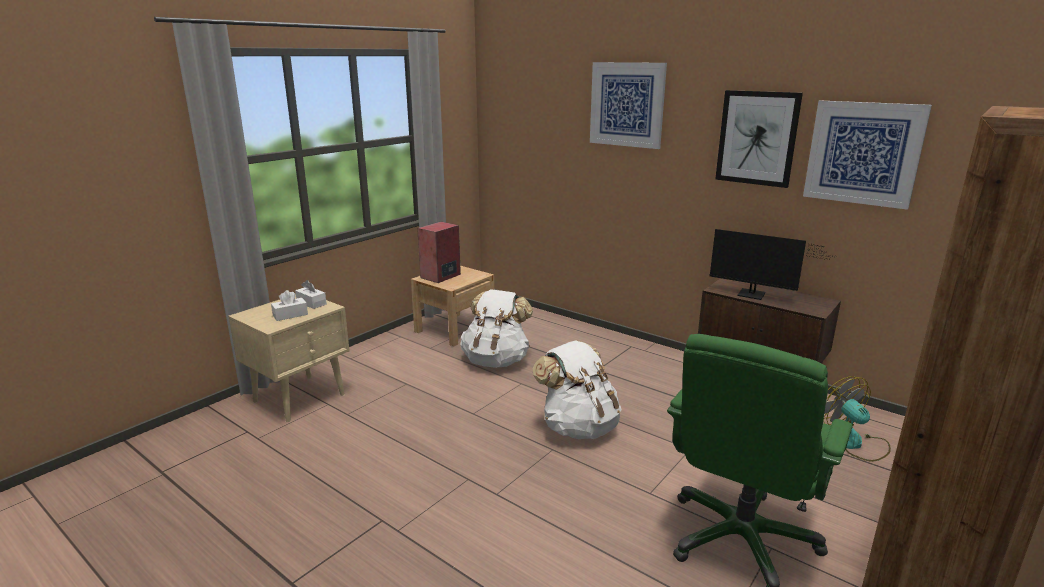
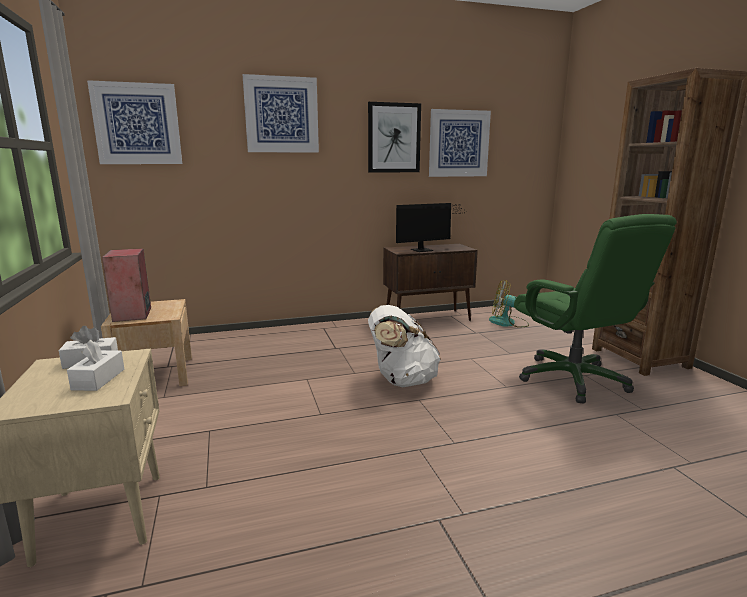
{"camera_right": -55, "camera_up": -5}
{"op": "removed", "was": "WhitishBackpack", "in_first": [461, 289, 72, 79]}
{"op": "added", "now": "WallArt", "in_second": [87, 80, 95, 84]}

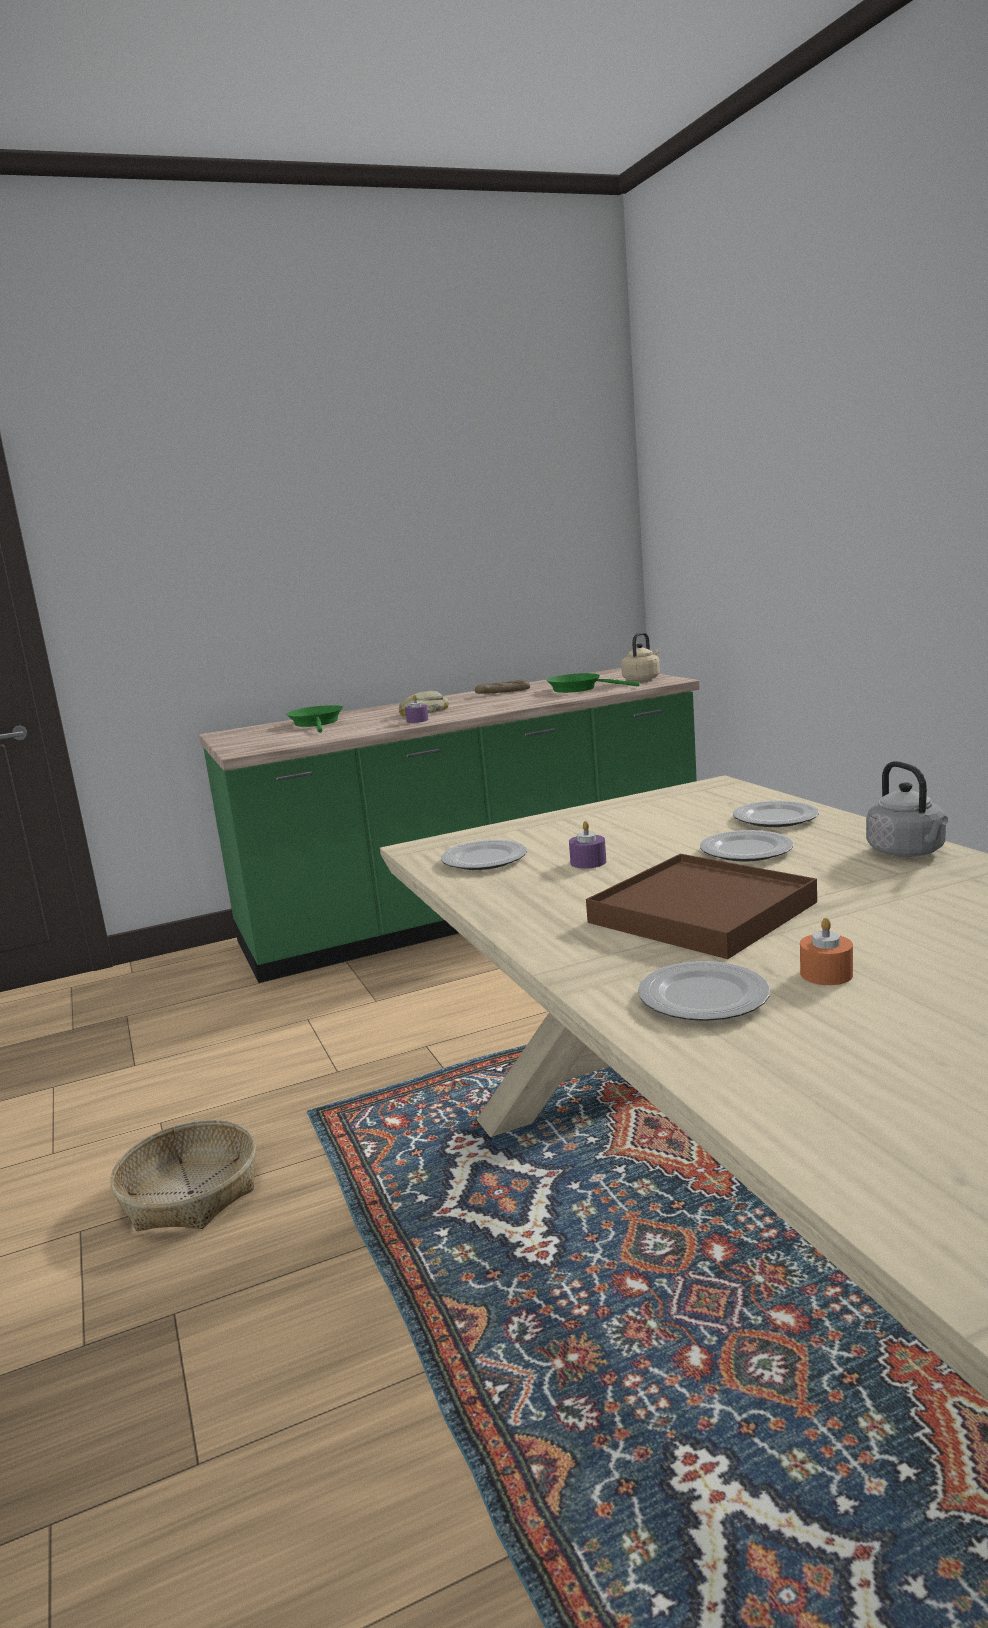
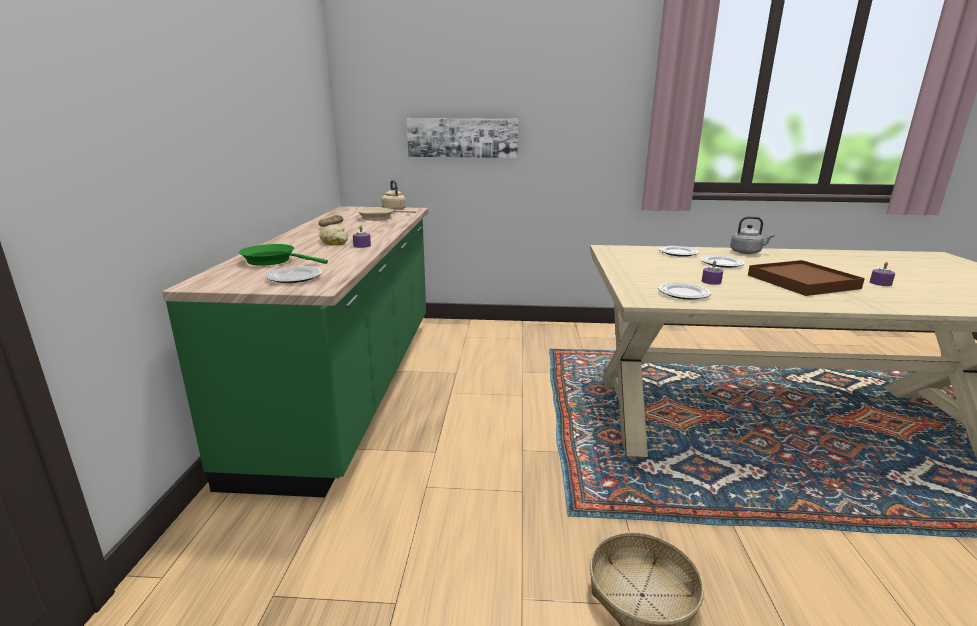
{"camera_right": -65, "camera_up": 5}
{"op": "added", "now": "WallArt", "in_second": [407, 118, 111, 40]}
{"op": "moved", "was": "DinnerPlate", "in_first": [638, 961, 132, 60], "in_second": [265, 266, 57, 17]}
{"op": "recoloured", "was": "GreenishSkillet", "now": "BeigeColouredSkillet", "in_first": [546, 673, 94, 20], "in_second": [357, 208, 59, 13]}
{"op": "recoloured", "was": "OrangeyCandle", "now": "PurplishCandle", "in_first": [800, 918, 53, 67], "in_second": [870, 262, 25, 24]}

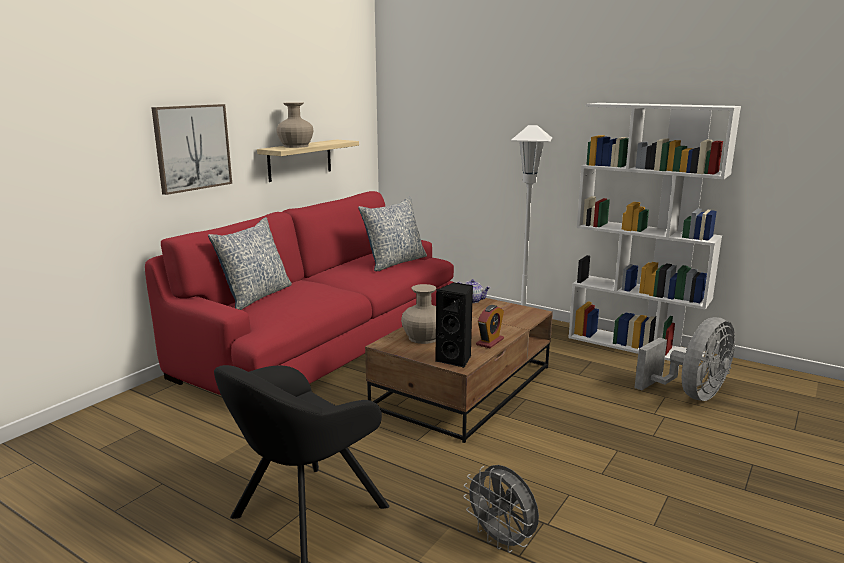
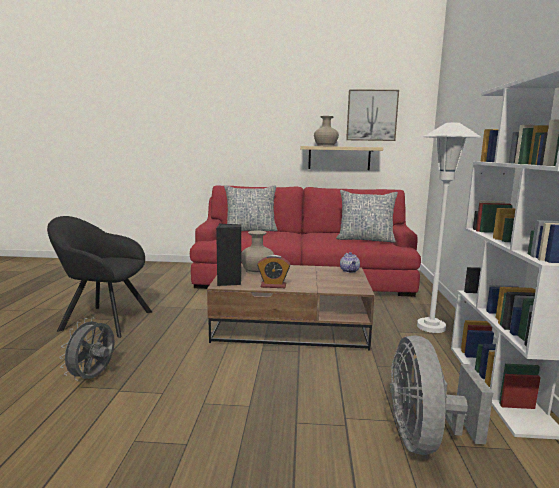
{"camera_right": 60, "camera_up": -5}
{"op": "moved", "was": "WallArt", "in_first": [151, 104, 81, 91], "in_second": [346, 89, 53, 52]}
{"op": "turned", "was": "GreyElectricFan", "in_first": [635, 317, 100, 84], "in_second": [390, 336, 103, 119], "clockwise": 75}

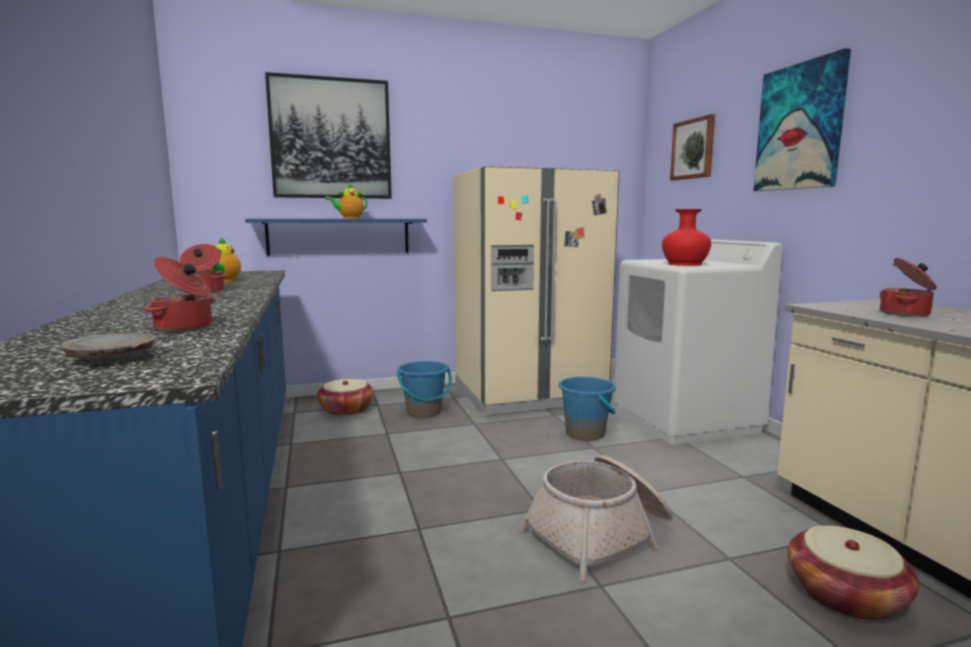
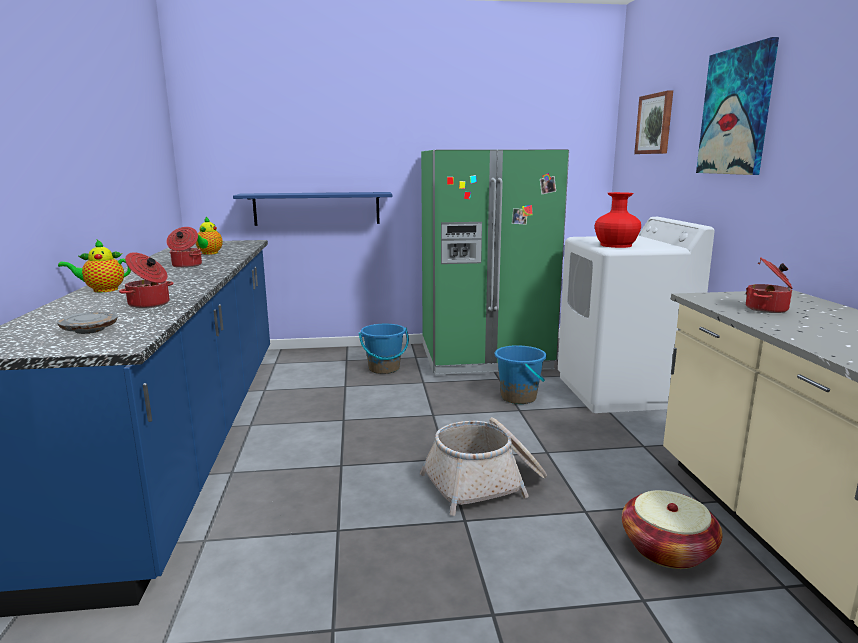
{"camera_right": 10, "camera_up": 5}
{"op": "removed", "was": "WallArt", "in_first": [265, 72, 127, 127]}
{"op": "removed", "was": "HouseholdBasket", "in_first": [317, 379, 57, 37]}
{"op": "moved", "was": "Teapot", "in_first": [325, 183, 43, 35], "in_second": [58, 240, 73, 52]}
{"op": "recoloured", "was": "BeigeColouredFridge", "now": "GreenishFridge", "in_first": [453, 166, 167, 249], "in_second": [421, 149, 148, 226]}

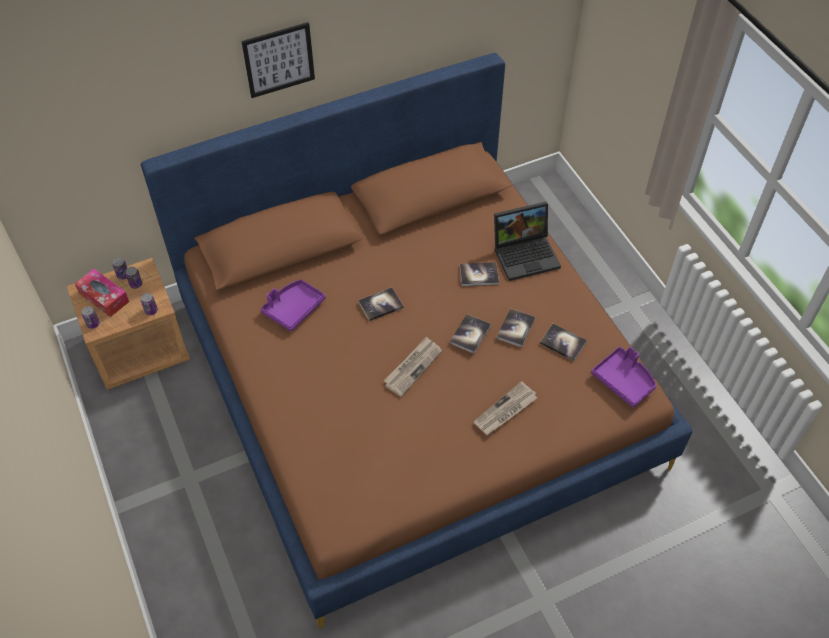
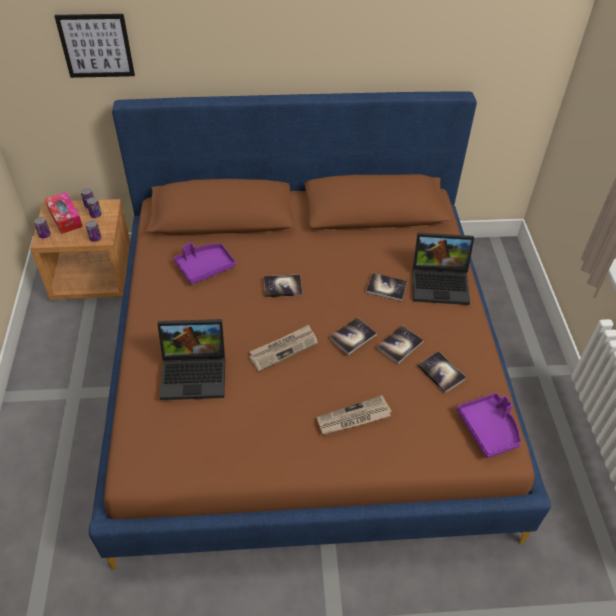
{"camera_right": 20, "camera_up": -5}
{"op": "added", "now": "Laptop", "in_second": [157, 319, 68, 81]}
{"op": "moved", "was": "WallArt", "in_first": [241, 22, 74, 76], "in_second": [55, 14, 80, 64]}

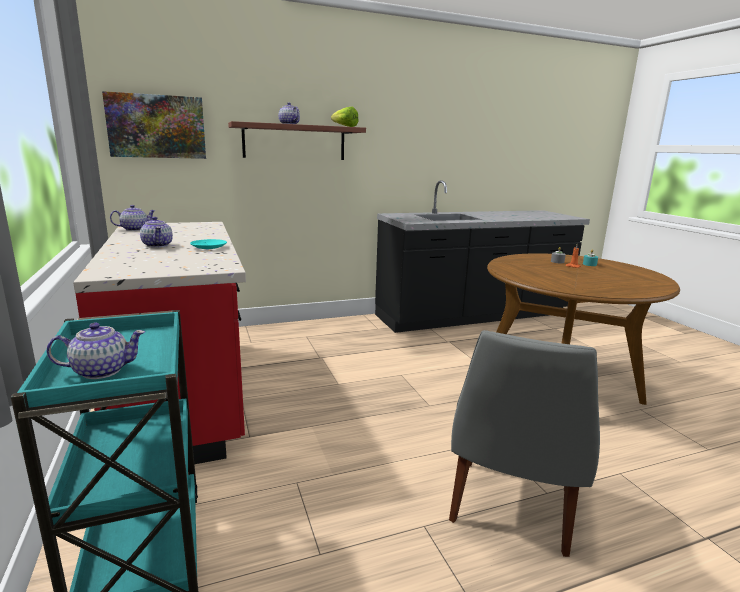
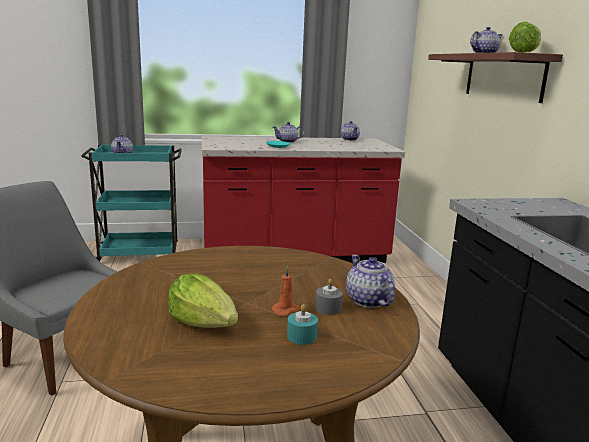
{"camera_right": 100, "camera_up": 0}
{"op": "removed", "was": "WallArt", "in_first": [102, 91, 104, 68]}
{"op": "added", "now": "HeadOfLettuce", "in_second": [168, 273, 70, 55]}
{"op": "added", "now": "Teapot", "in_second": [346, 255, 49, 53]}

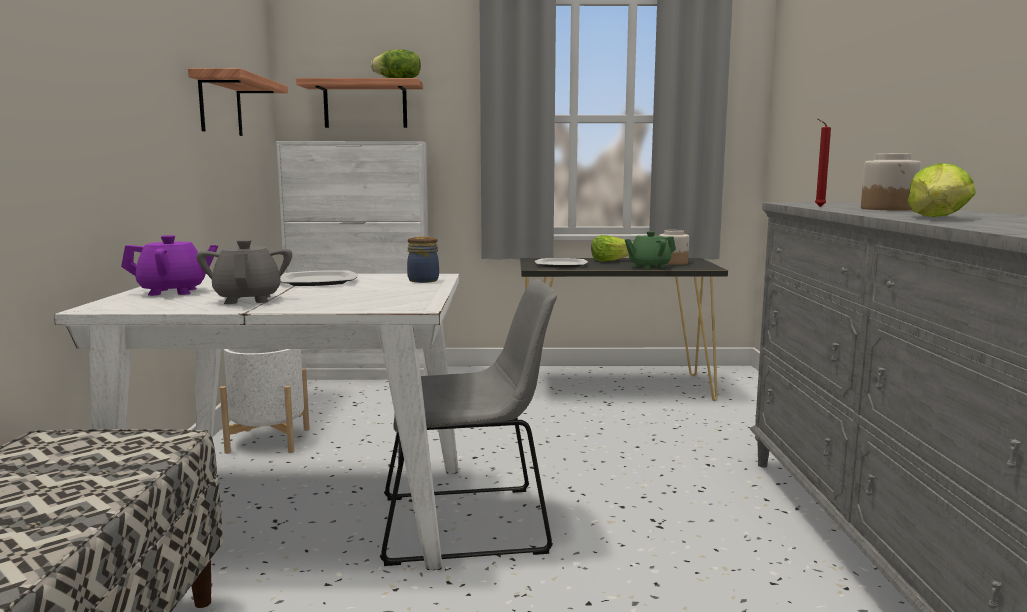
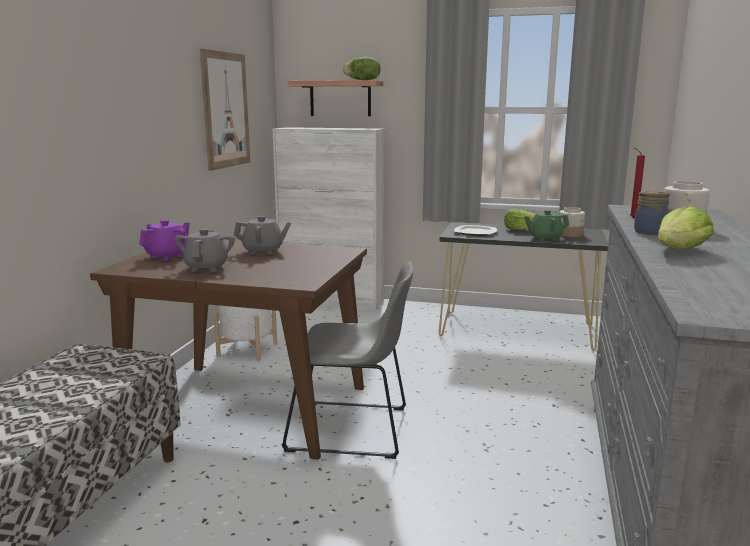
{"camera_right": 15, "camera_up": 5}
{"op": "moved", "was": "StorageJar", "in_first": [407, 236, 32, 47], "in_second": [634, 190, 36, 45]}
{"op": "replaced", "was": "WallShelf", "now": "WallArt", "in_first": [188, 68, 100, 68], "in_second": [200, 49, 50, 122]}
{"op": "replaced", "was": "DinnerPlate", "now": "GreyTeapot", "in_first": [280, 271, 78, 15], "in_second": [234, 216, 57, 39]}
{"op": "recoloured", "was": "WhitishKitchenTable", "now": "BrownishKitchenTable", "in_first": [54, 274, 405, 296], "in_second": [90, 239, 277, 220]}
{"op": "turned", "was": "PurplishTeapot", "in_first": [121, 235, 97, 61], "in_second": [139, 220, 51, 41], "clockwise": -60}

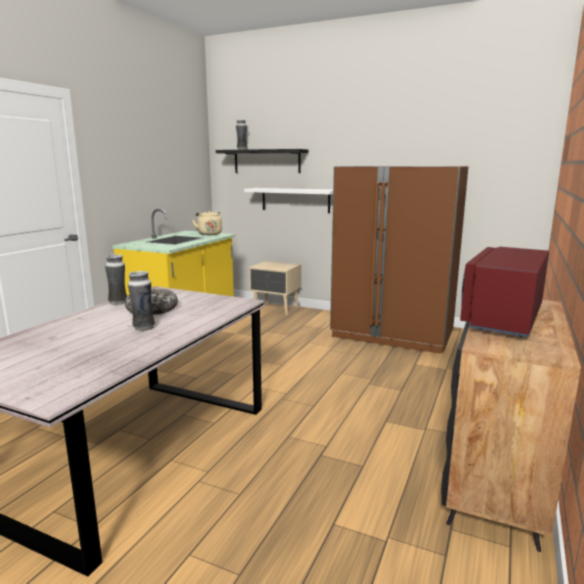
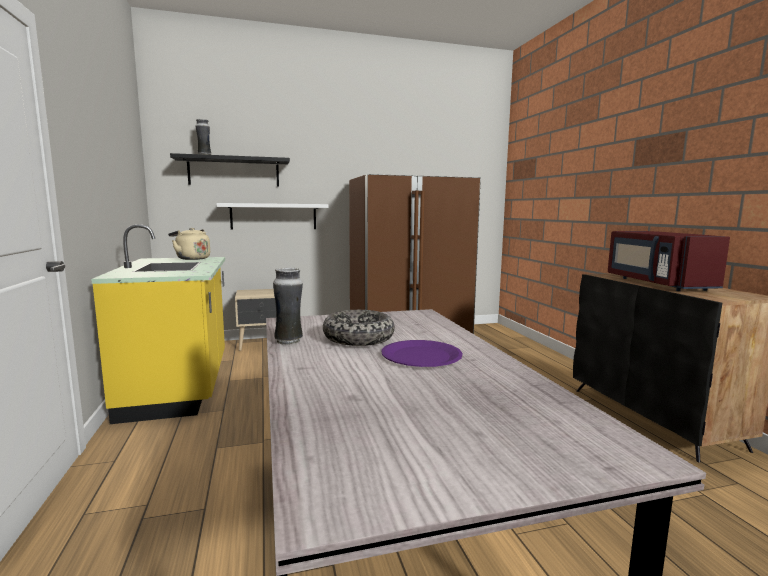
{"camera_right": -40, "camera_up": -5}
{"op": "replaced", "was": "Vase", "now": "PurplishDinnerPlate", "in_first": [128, 271, 27, 60], "in_second": [381, 340, 82, 27]}

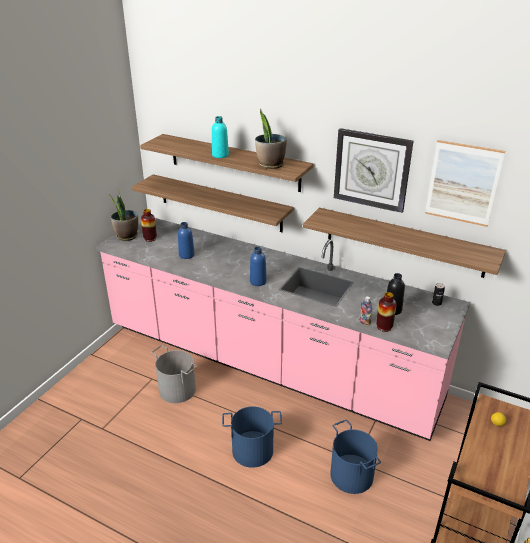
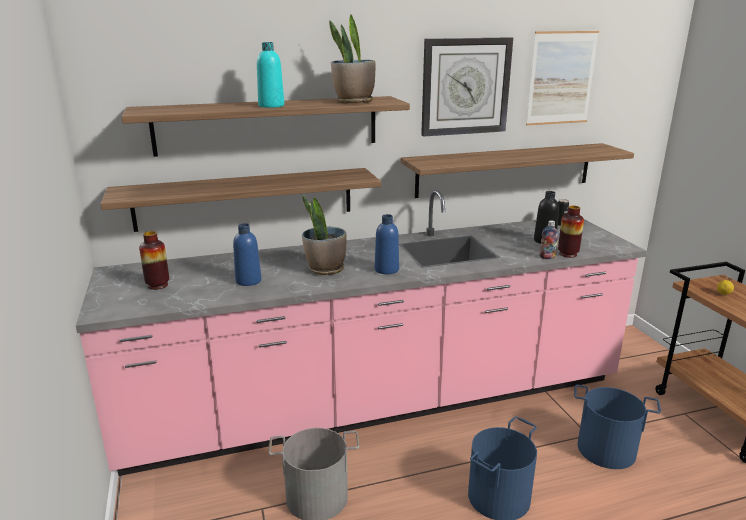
{"camera_right": -45, "camera_up": -10}
{"op": "moved", "was": "Houseplant", "in_first": [108, 190, 30, 51], "in_second": [302, 195, 44, 80]}

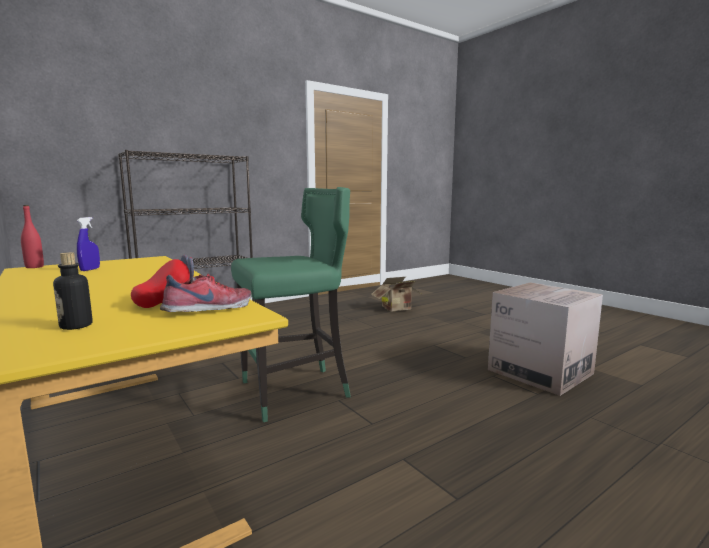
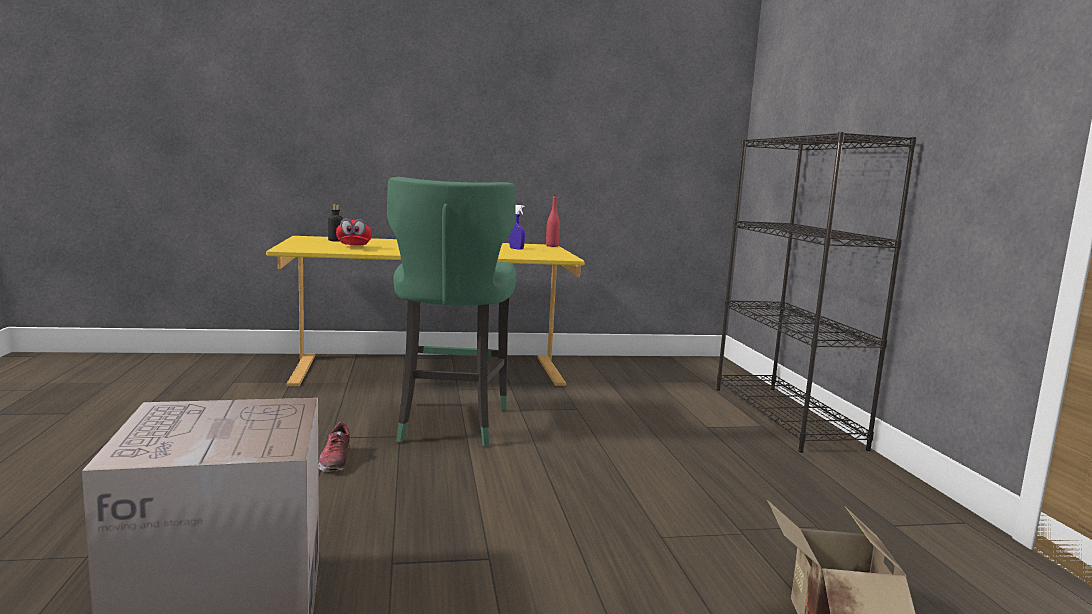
{"camera_right": 115, "camera_up": 0}
{"op": "moved", "was": "ItemOfFootwear", "in_first": [160, 274, 92, 38], "in_second": [318, 422, 32, 50]}

